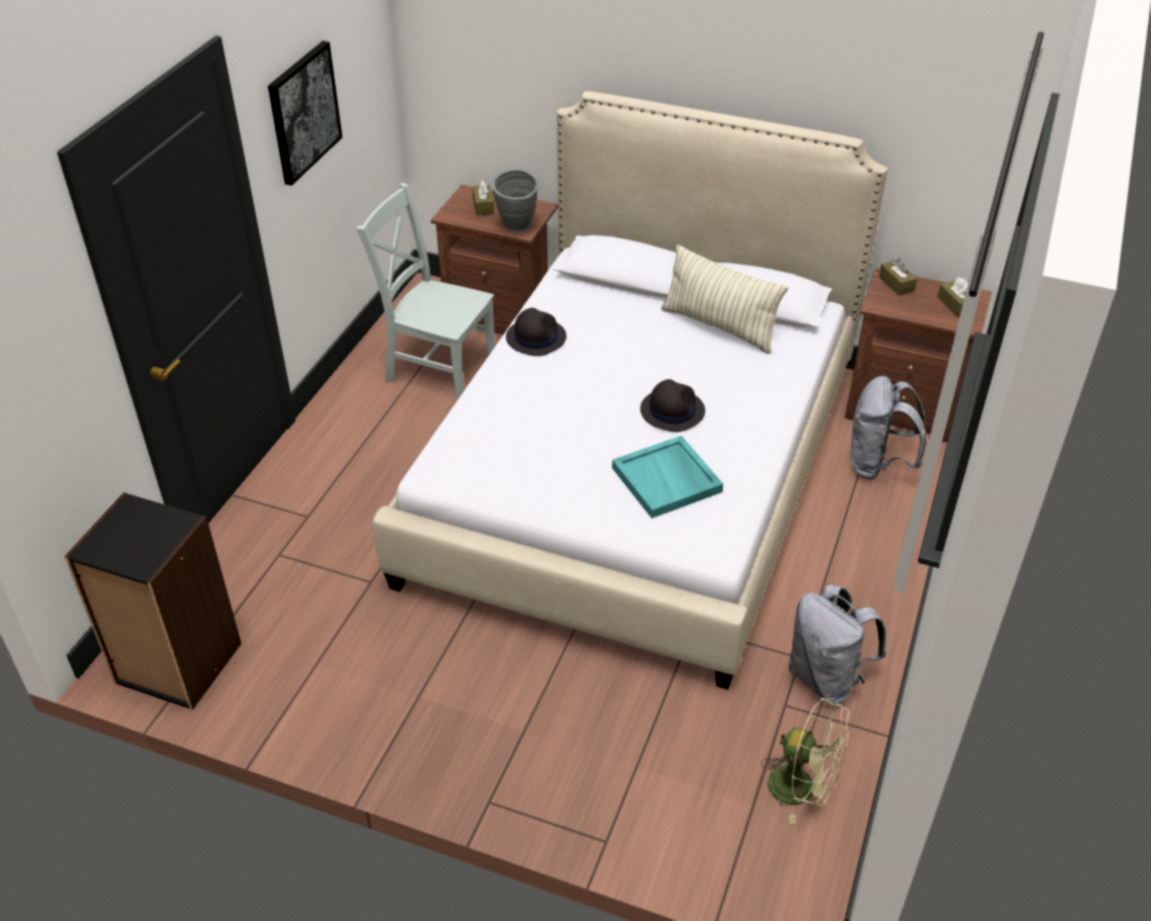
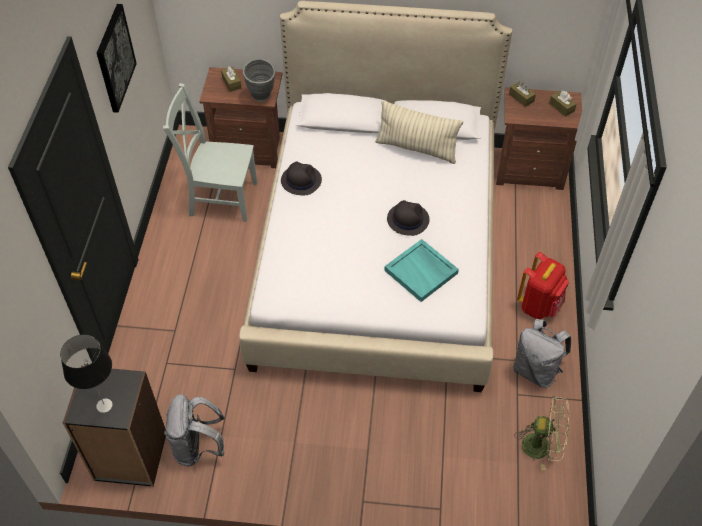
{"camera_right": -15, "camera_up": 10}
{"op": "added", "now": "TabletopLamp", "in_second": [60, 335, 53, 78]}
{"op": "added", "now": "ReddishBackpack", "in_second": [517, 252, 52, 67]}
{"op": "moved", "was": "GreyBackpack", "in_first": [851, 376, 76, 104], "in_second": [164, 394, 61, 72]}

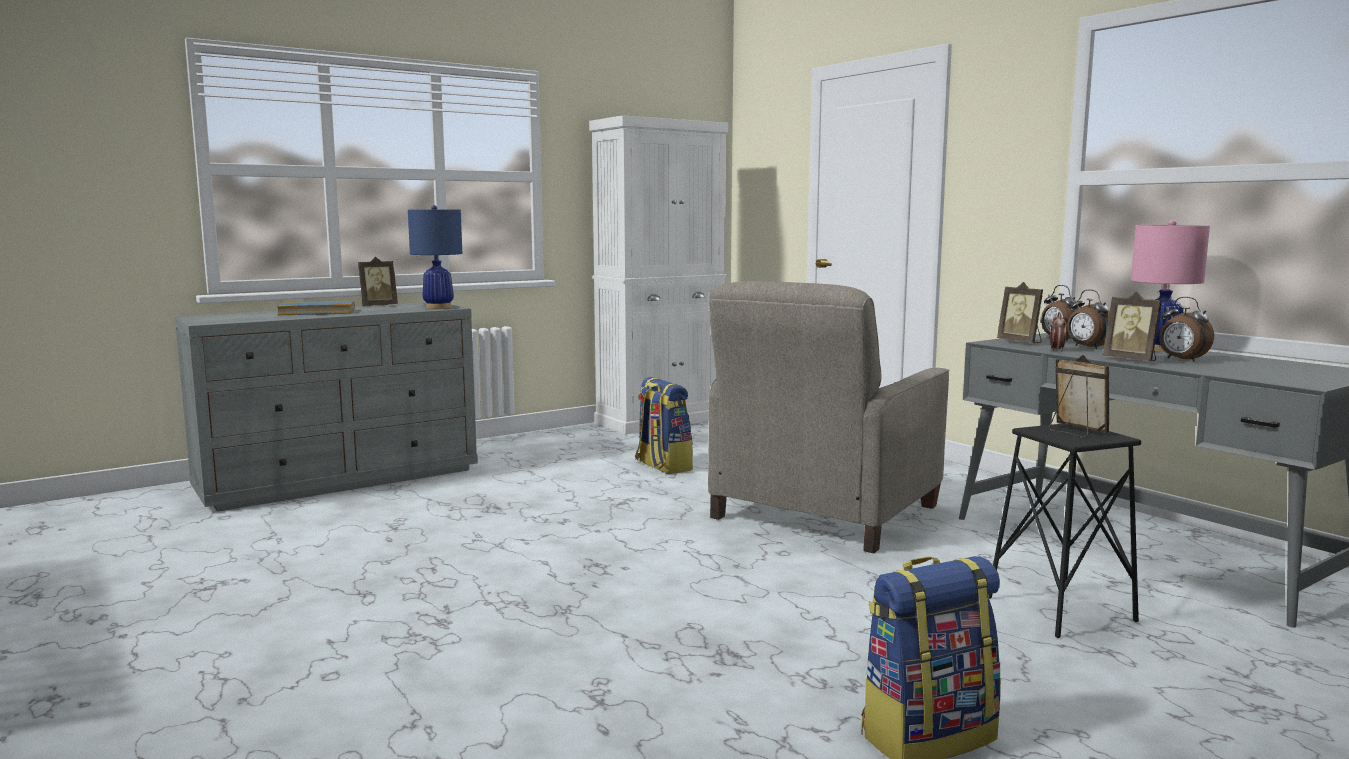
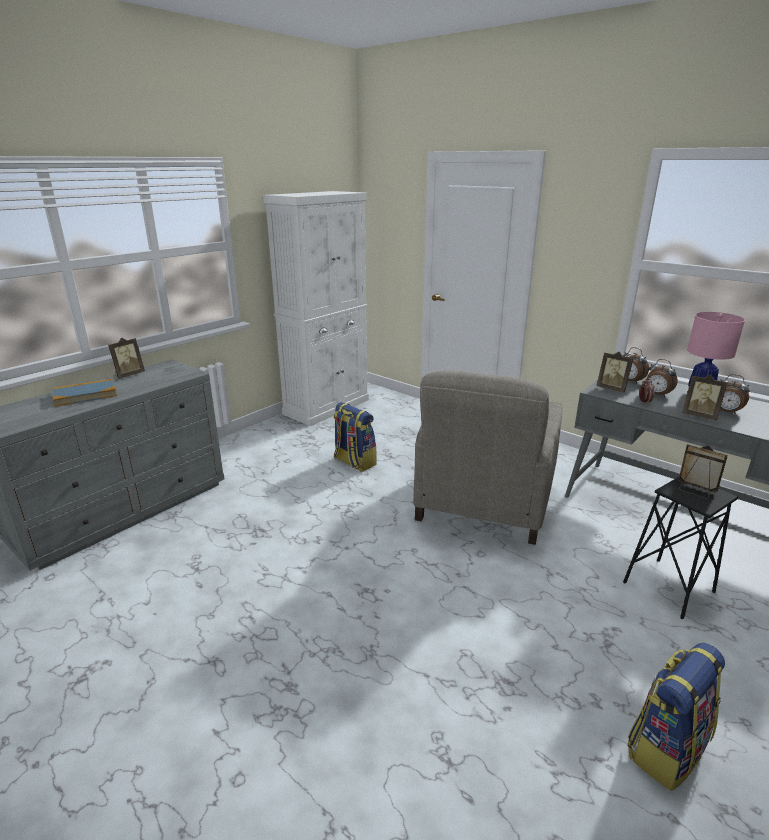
{"camera_right": -15, "camera_up": 15}
{"op": "removed", "was": "BluishTabletopLamp", "in_first": [408, 205, 54, 104]}

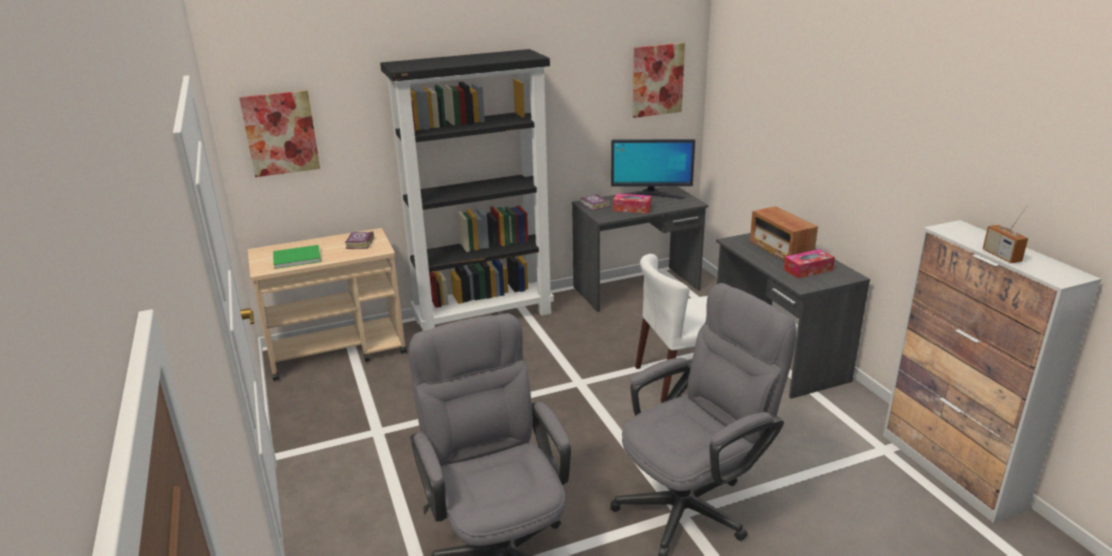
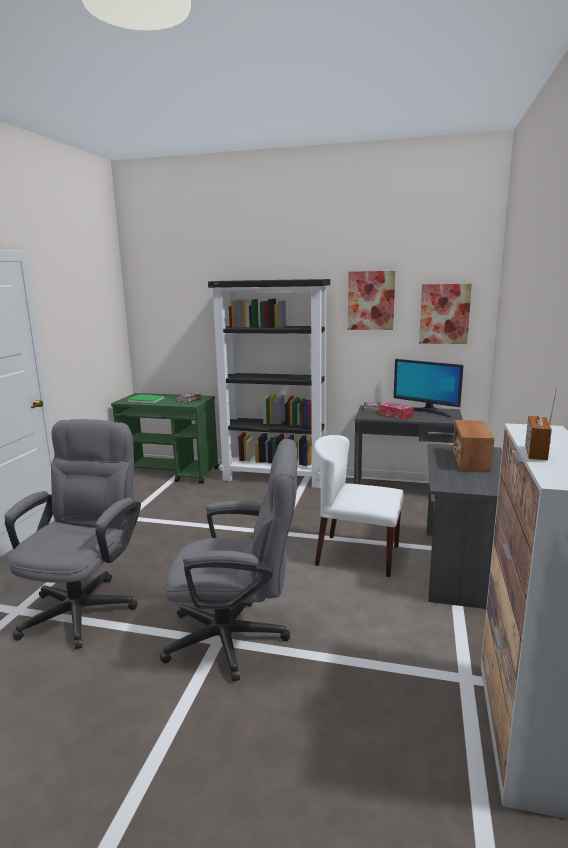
{"camera_right": 35, "camera_up": -10}
{"op": "removed", "was": "BoxOfTissues", "in_first": [784, 249, 51, 30]}
{"op": "moved", "was": "WallArt", "in_first": [239, 90, 81, 87], "in_second": [348, 271, 47, 59]}
{"op": "recoloured", "was": "BeigeColouredCart", "now": "GreenishCart", "in_first": [248, 228, 159, 153], "in_second": [111, 393, 108, 91]}

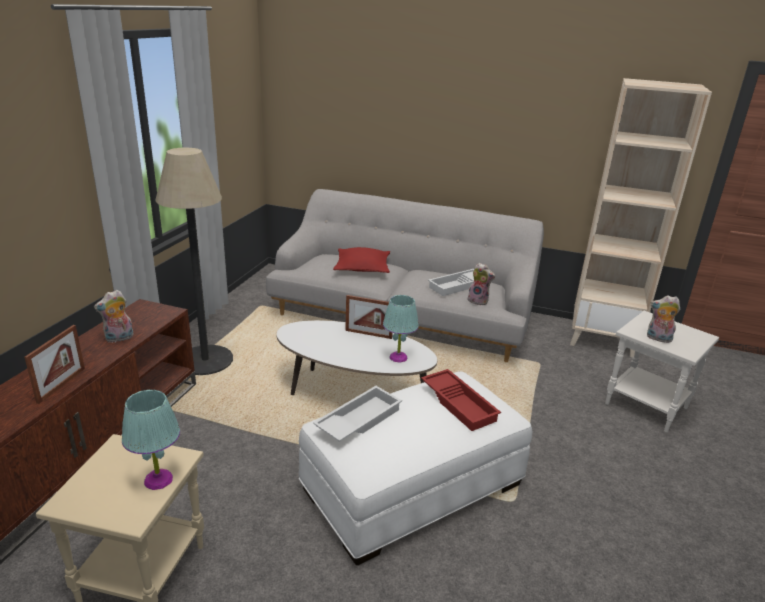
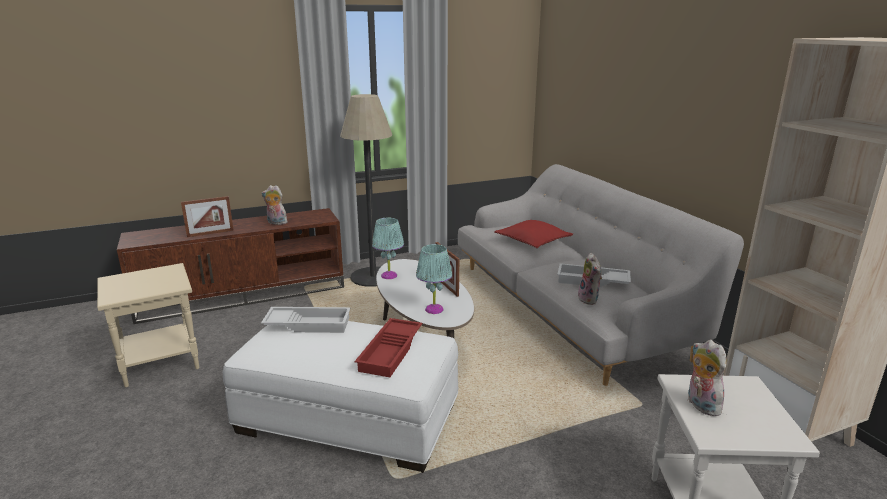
{"camera_right": 50, "camera_up": -5}
{"op": "moved", "was": "BlueGreenTabletopLamp", "in_first": [122, 390, 58, 100], "in_second": [372, 218, 32, 61]}

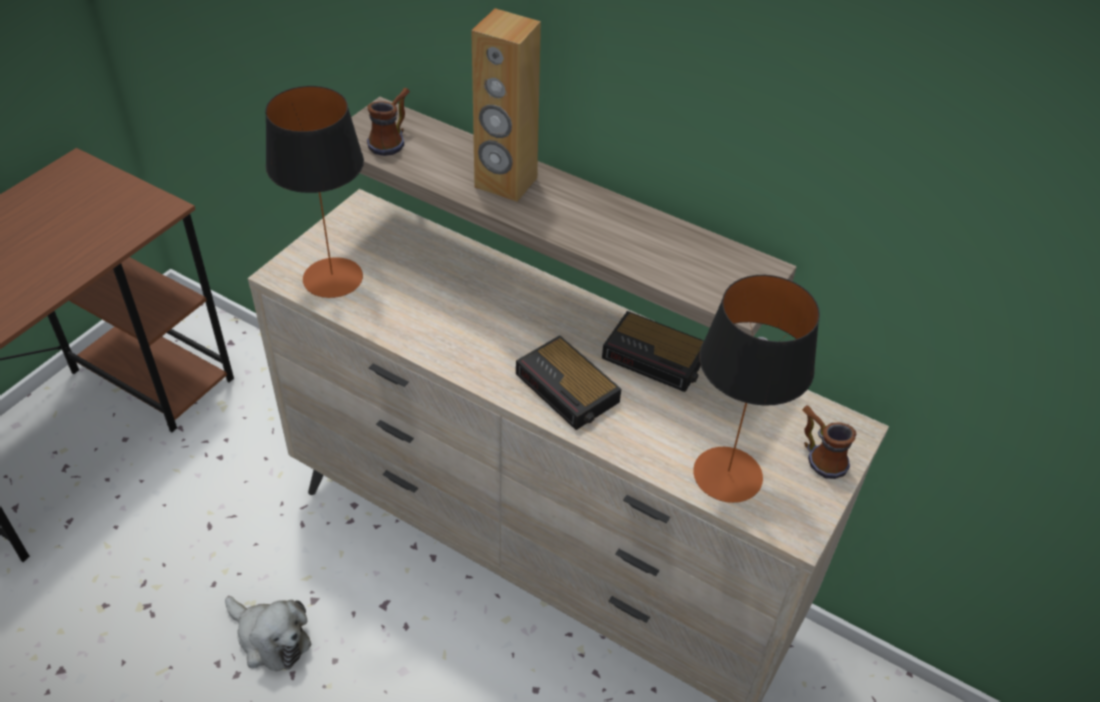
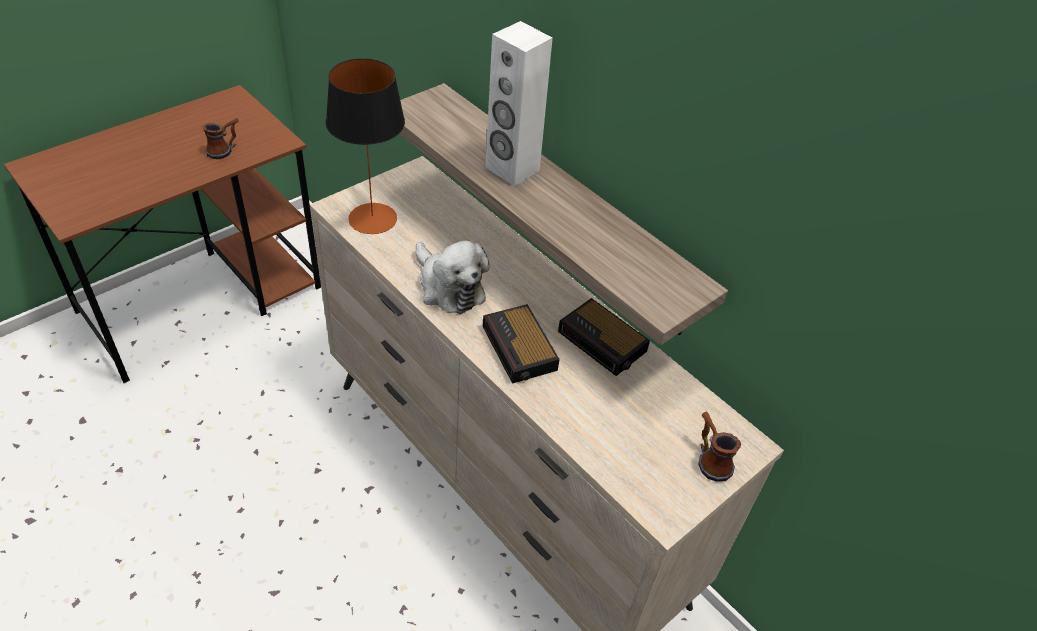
{"camera_right": 15, "camera_up": 0}
{"op": "removed", "was": "TabletopLamp", "in_first": [693, 275, 127, 228]}
{"op": "moved", "was": "CuddlyToy", "in_first": [225, 596, 86, 75], "in_second": [416, 241, 74, 73]}
{"op": "moved", "was": "Mug", "in_first": [367, 88, 43, 68], "in_second": [202, 118, 37, 41]}
{"op": "recoloured", "was": "BrownishAudioSpeaker", "now": "WhitishAudioSpeaker", "in_first": [471, 8, 70, 194], "in_second": [485, 21, 68, 165]}

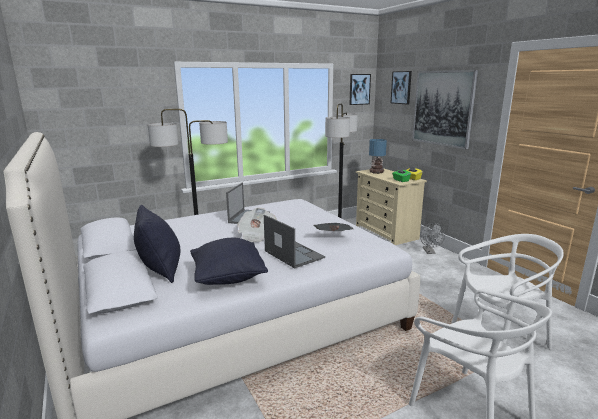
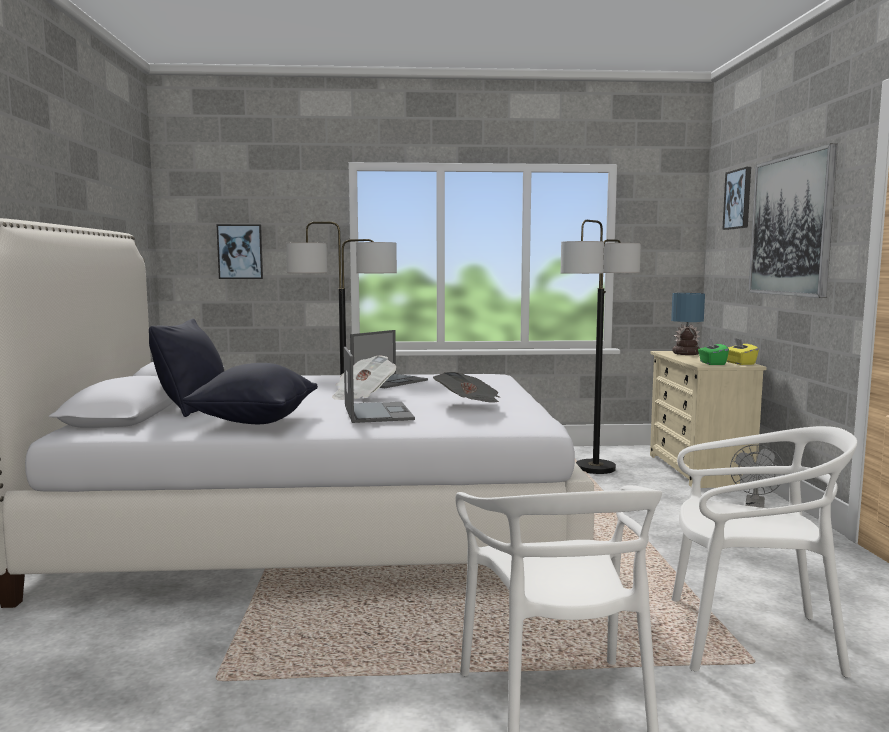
{"camera_right": 25, "camera_up": -10}
{"op": "moved", "was": "WallArt", "in_first": [349, 74, 22, 31], "in_second": [216, 224, 47, 55]}

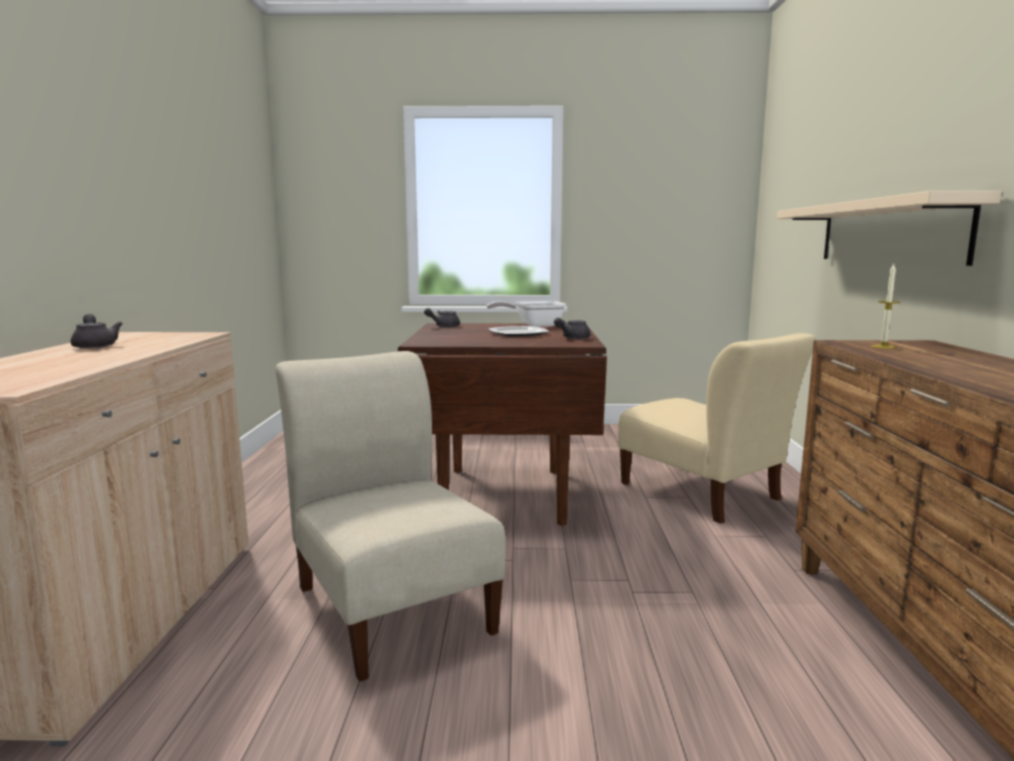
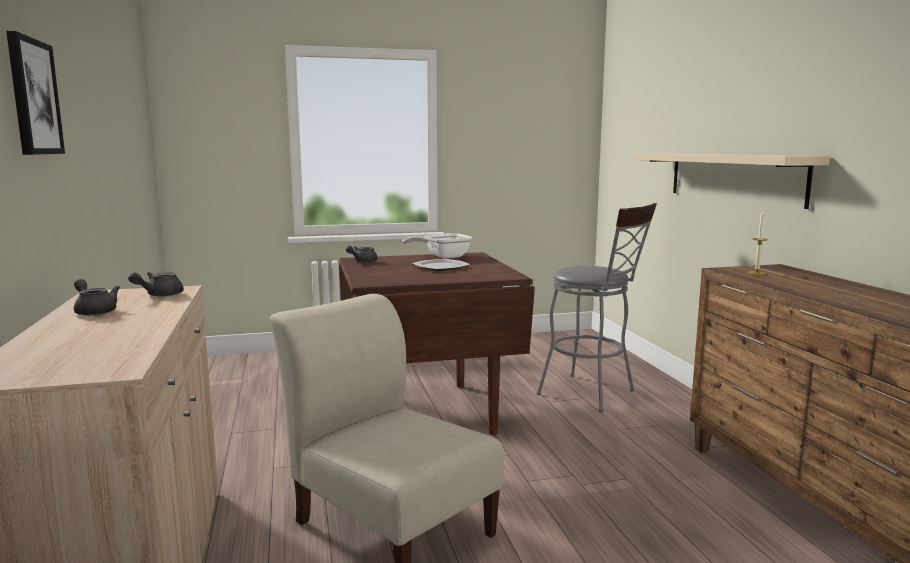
{"camera_right": -15, "camera_up": 0}
{"op": "added", "now": "WallArt", "in_second": [6, 31, 59, 124]}
{"op": "moved", "was": "GreyTeapot", "in_first": [554, 318, 37, 21], "in_second": [128, 272, 56, 25]}
{"op": "replaced", "was": "BeigeColouredPlainChair", "now": "GreyStoolSeat", "in_first": [618, 333, 198, 190], "in_second": [537, 203, 120, 209]}

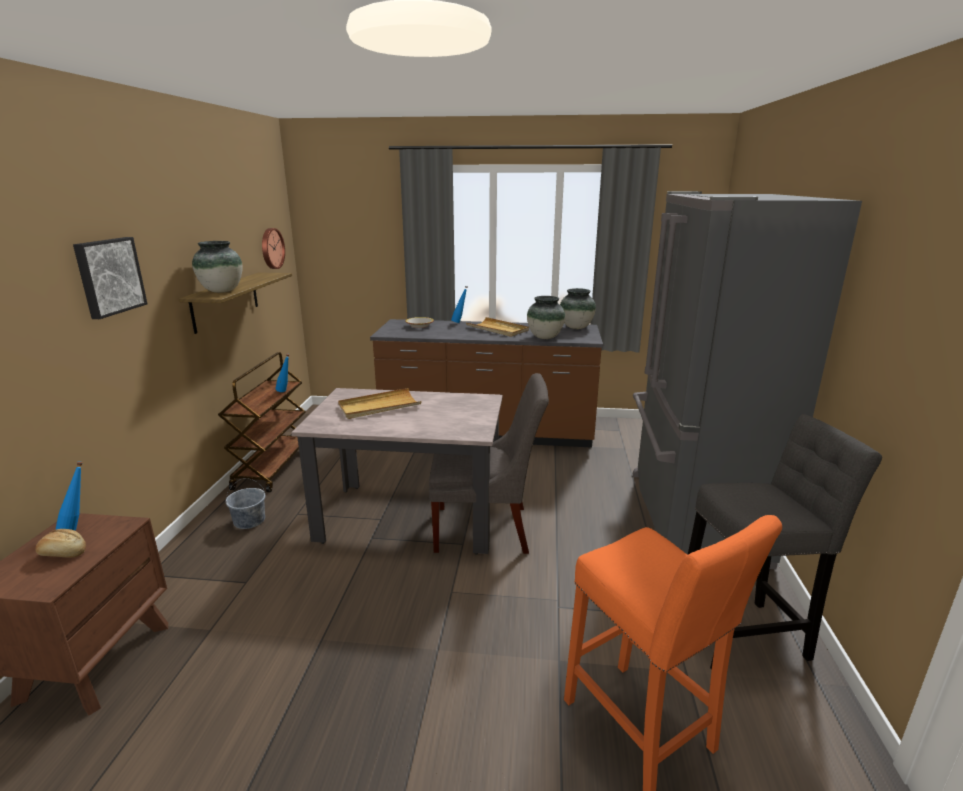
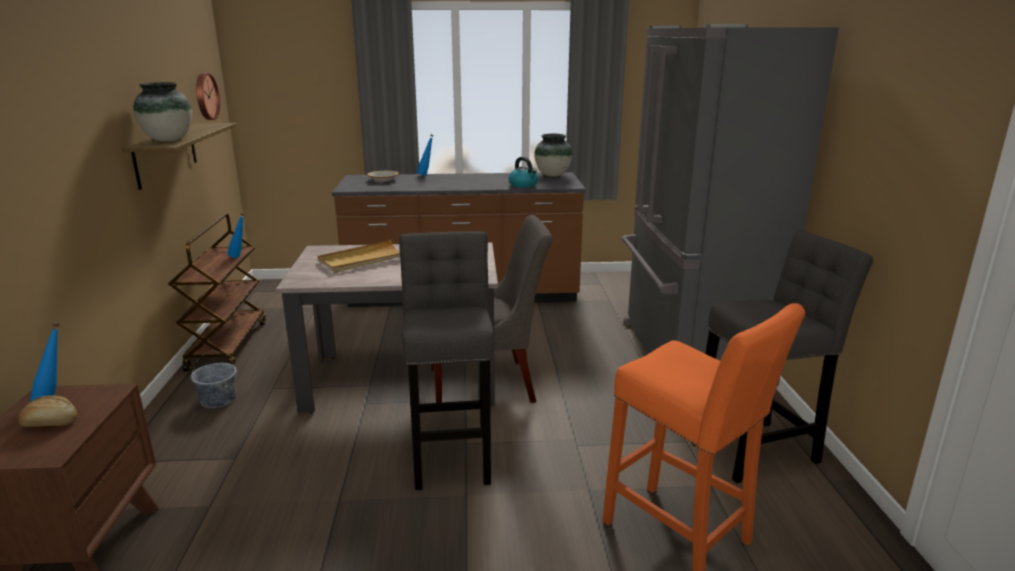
{"camera_right": -10, "camera_up": 0}
{"op": "removed", "was": "WallArt", "in_first": [73, 237, 75, 82]}
{"op": "removed", "was": "BeigeColouredServingTray", "in_first": [466, 317, 63, 20]}
{"op": "added", "now": "GreyStoolSeat", "in_second": [399, 231, 94, 259]}
{"op": "replaced", "was": "Vase", "now": "TeaKettle", "in_first": [527, 296, 38, 43], "in_second": [509, 157, 29, 31]}

